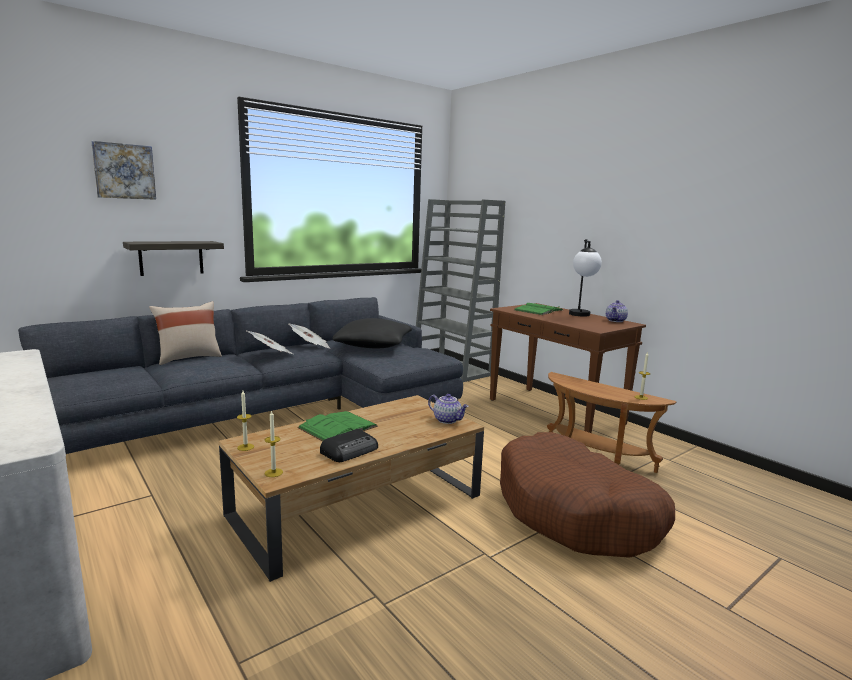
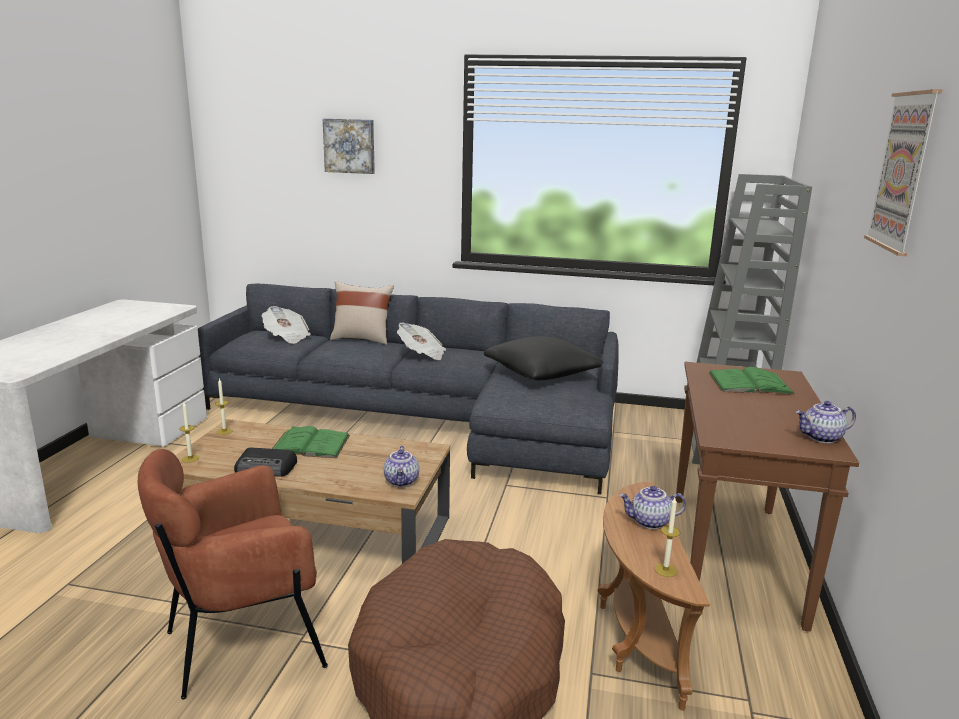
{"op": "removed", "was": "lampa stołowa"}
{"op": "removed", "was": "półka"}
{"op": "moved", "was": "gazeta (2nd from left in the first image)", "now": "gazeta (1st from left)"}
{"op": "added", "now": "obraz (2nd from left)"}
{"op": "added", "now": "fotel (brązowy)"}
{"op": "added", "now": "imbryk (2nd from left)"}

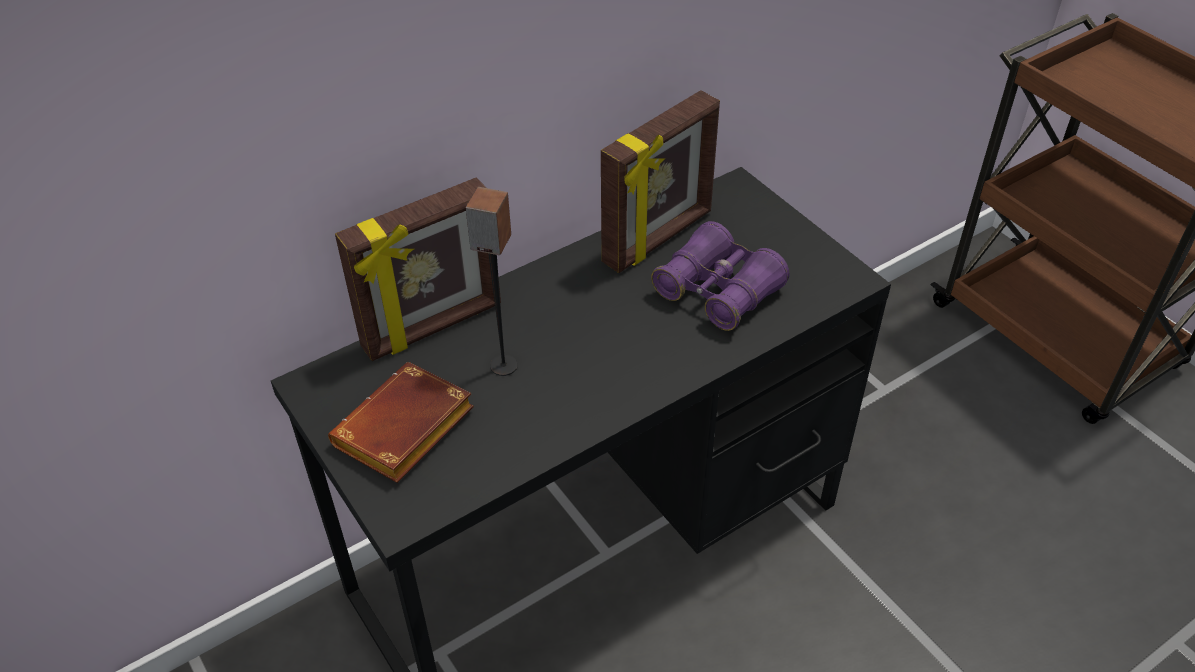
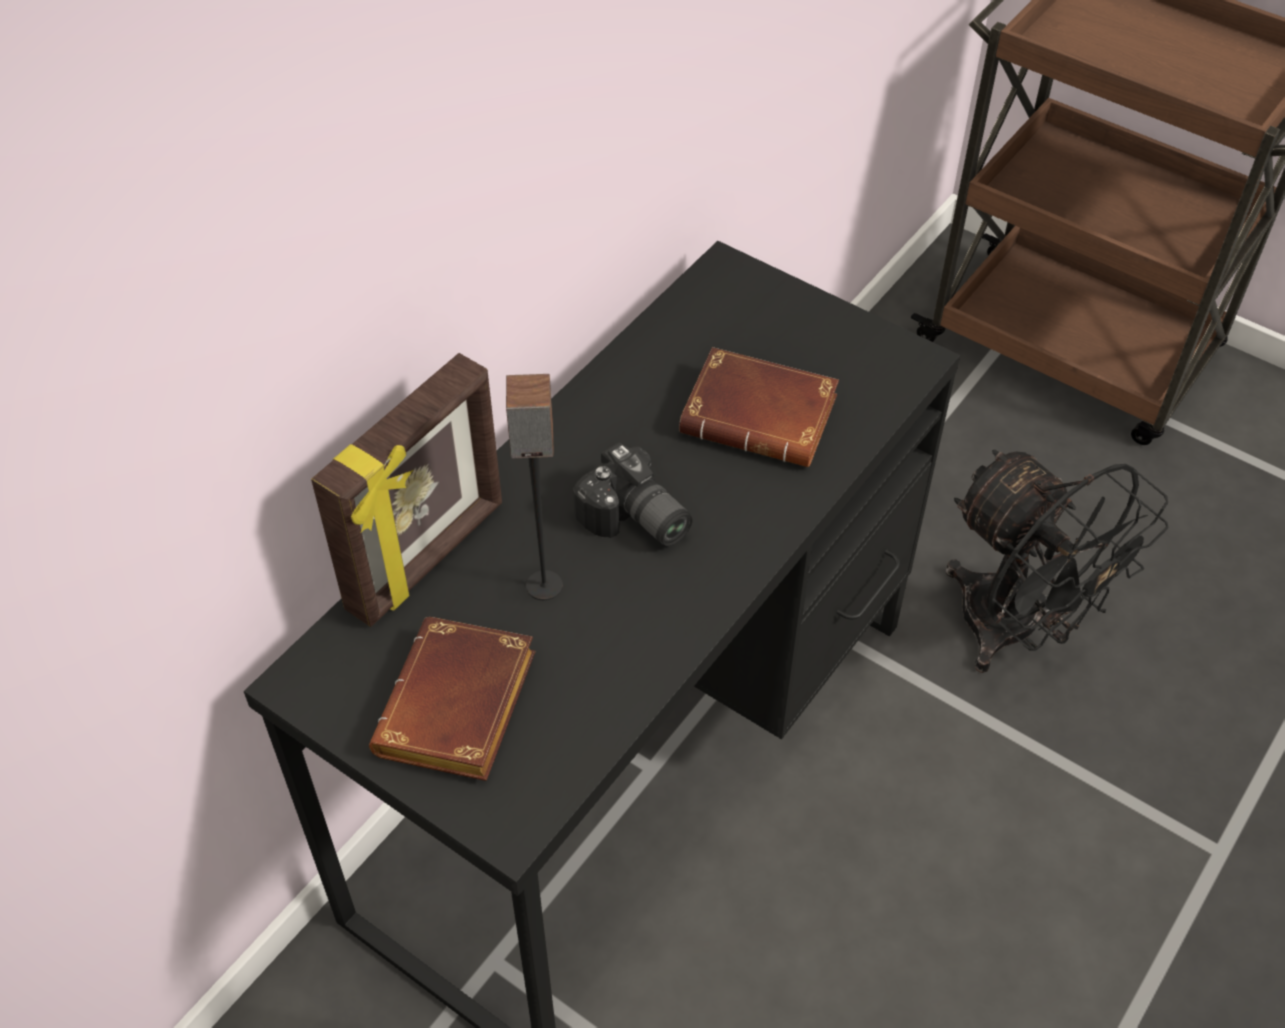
{"op": "removed", "was": "ramka na zdjęcie (2nd from left)"}
{"op": "replaced", "was": "lornetka (fioletowy)", "now": "książka (brązowy) (2nd from left)"}
{"op": "added", "now": "aparat fotograficzny"}
{"op": "added", "now": "wentylator (czarny)"}

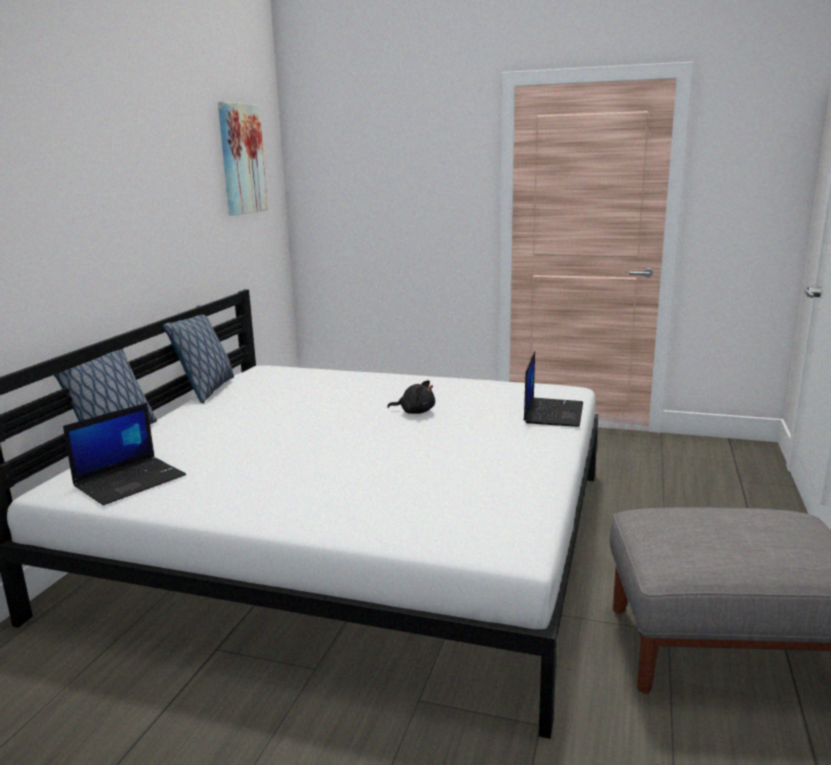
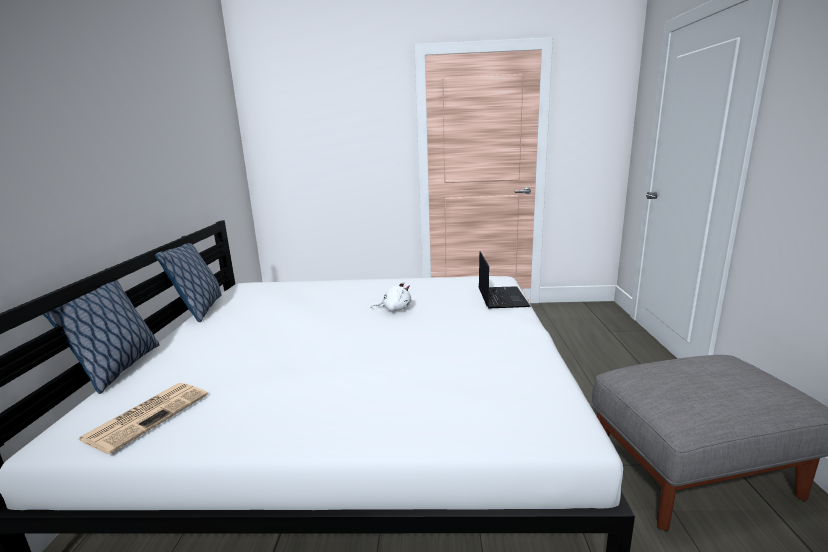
{"op": "removed", "was": "obraz"}
{"op": "recoloured", "was": "pluszak (czarny)", "now": "pluszak (biały)"}
{"op": "replaced", "was": "laptop (1st from left)", "now": "gazeta"}

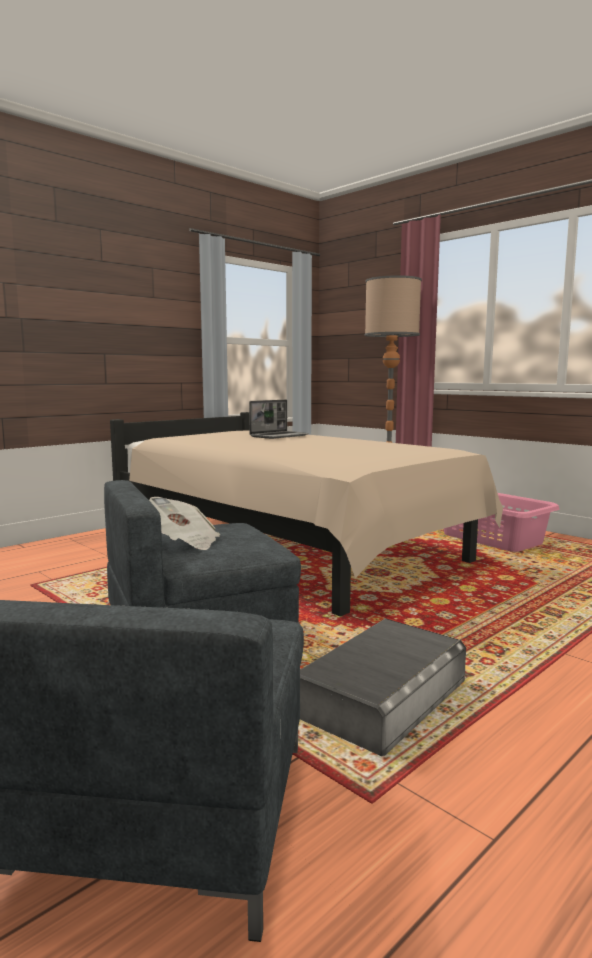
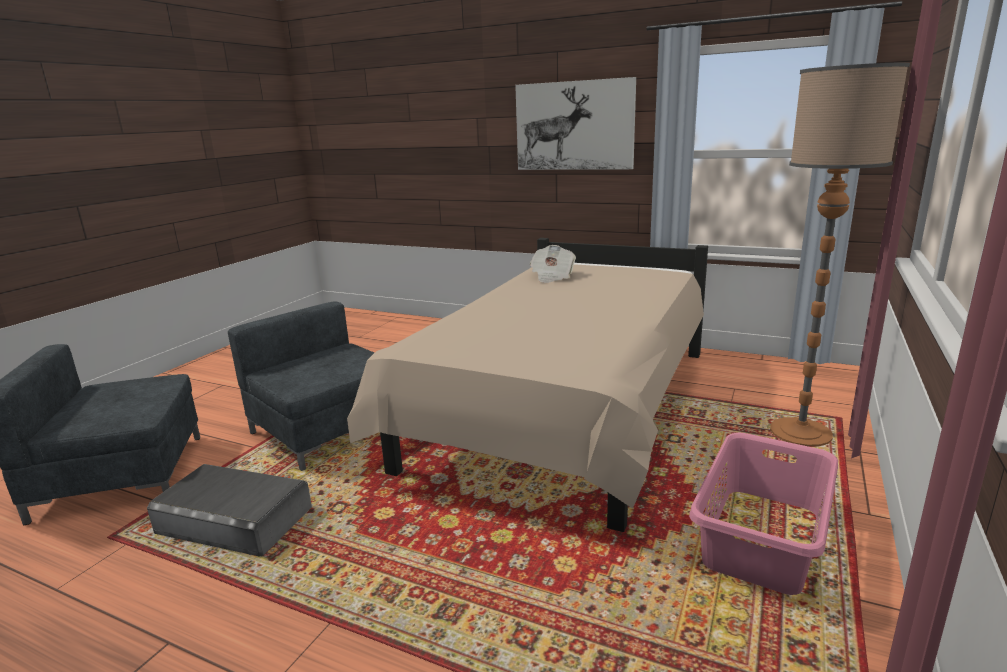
{"op": "removed", "was": "laptop"}
{"op": "moved", "was": "gazeta"}
{"op": "added", "now": "obraz"}

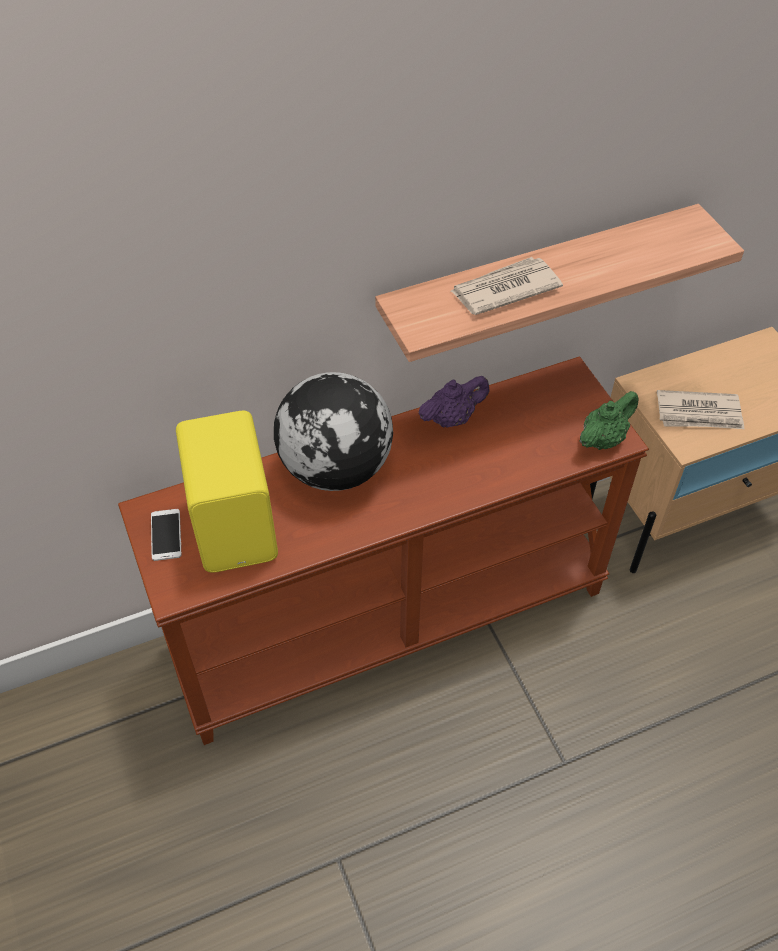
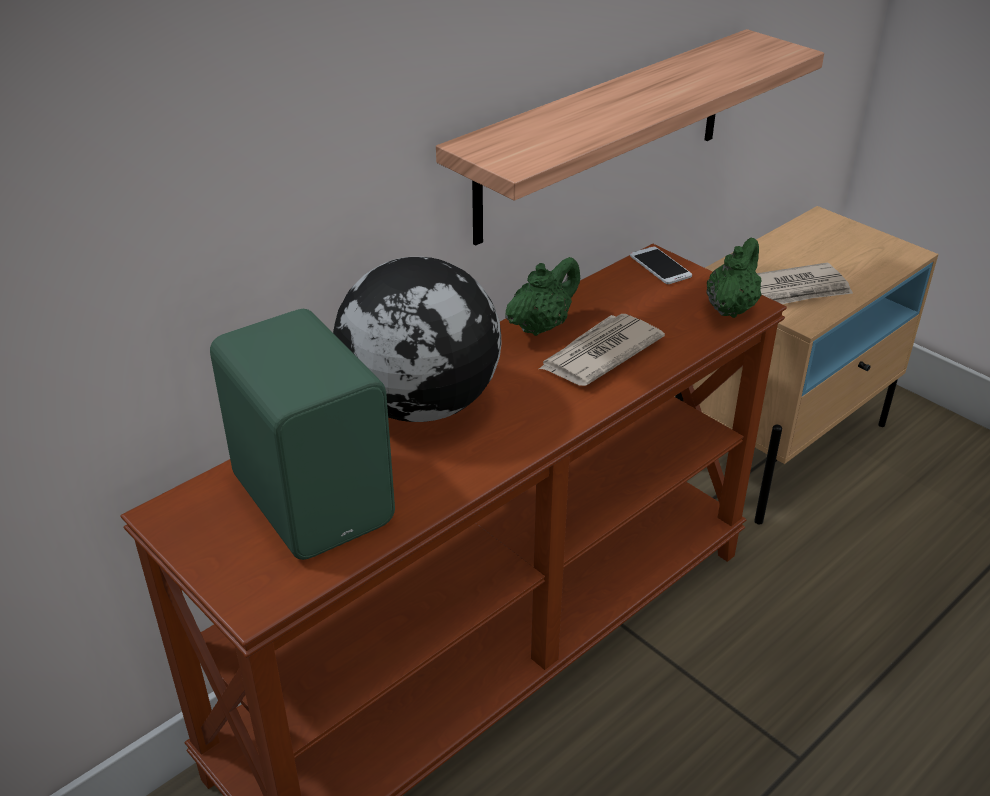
{"op": "moved", "was": "gazeta (1st from left)"}
{"op": "recoloured", "was": "imbryk (fioletowy)", "now": "imbryk (zielony) (1st from left)"}
{"op": "recoloured", "was": "głośnik (żółty)", "now": "głośnik (zielony)"}
{"op": "moved", "was": "telefon"}

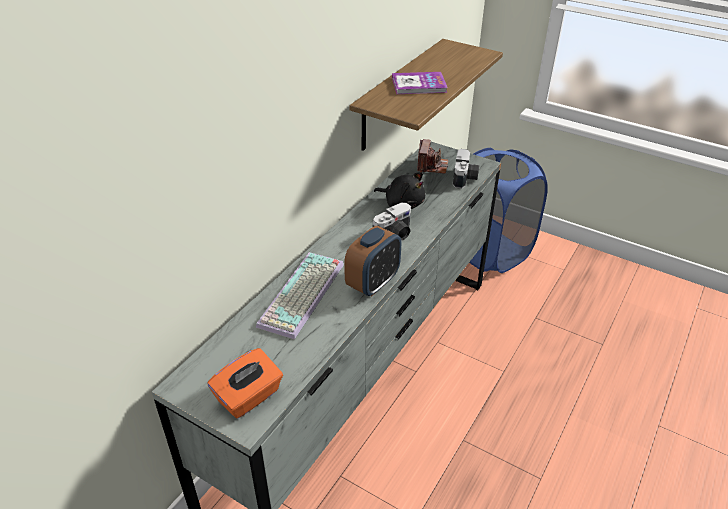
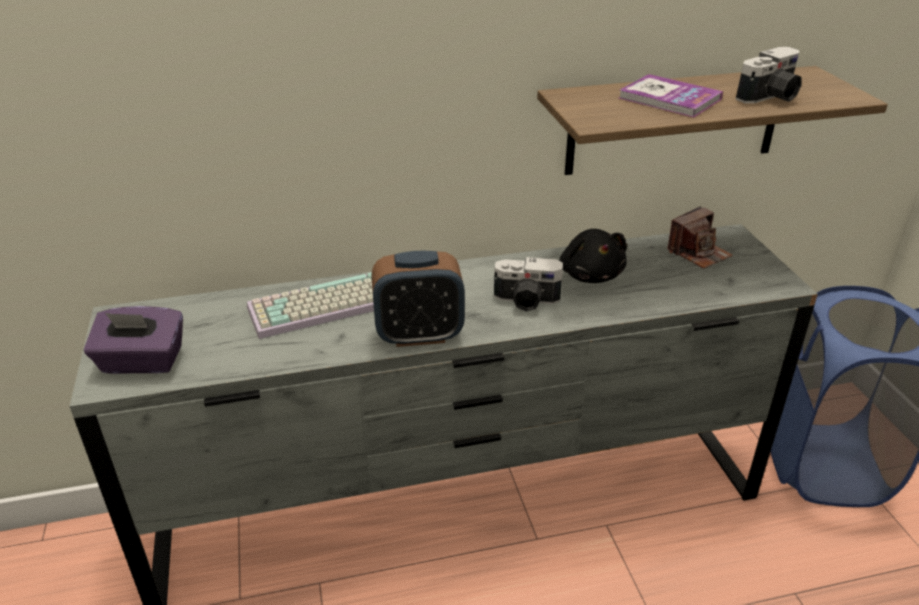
{"op": "moved", "was": "aparat fotograficzny (3rd from left)"}
{"op": "recoloured", "was": "pudełko chusteczek (pomarańczowy)", "now": "pudełko chusteczek (fioletowy)"}

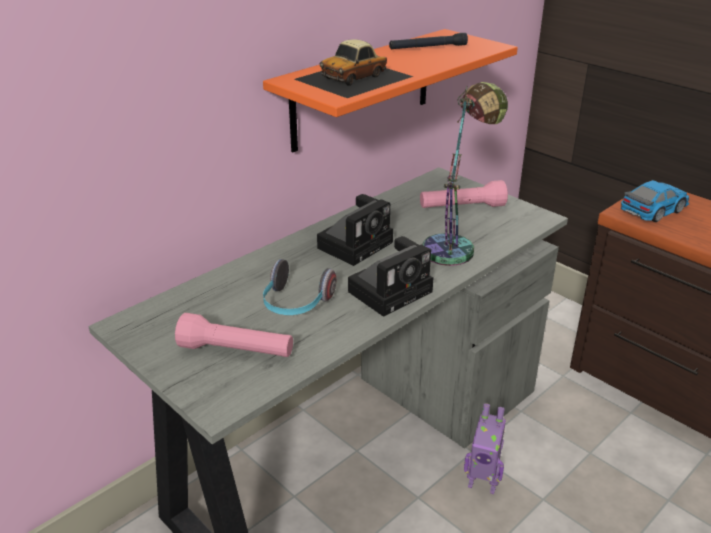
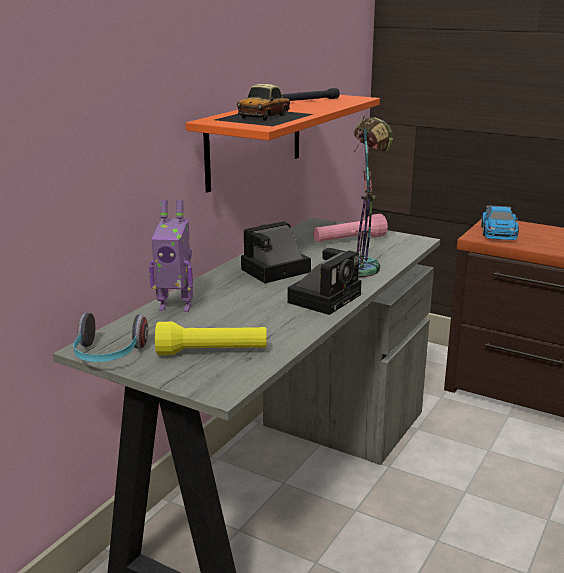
{"op": "turned", "was": "samochodzik (2nd from left)", "clockwise": 150}
{"op": "turned", "was": "aparat fotograficzny (1st from left)", "clockwise": -150}
{"op": "moved", "was": "słuchawki"}
{"op": "recoloured", "was": "latarka (różowy) (1st from left)", "now": "latarka (żółty)"}
{"op": "moved", "was": "robot zabawkowy"}

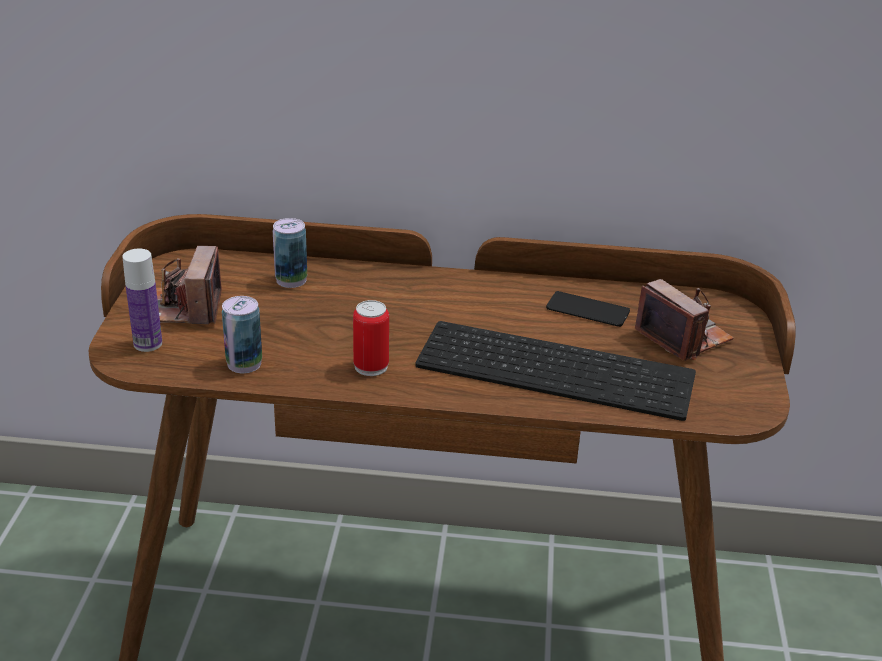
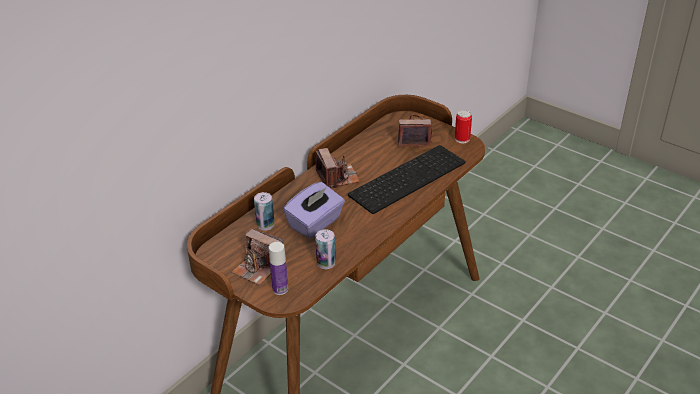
{"op": "removed", "was": "telefon"}
{"op": "moved", "was": "puszka (3rd from left)"}
{"op": "added", "now": "aparat fotograficzny (2nd from left)"}
{"op": "added", "now": "pudełko chusteczek (fioletowy)"}

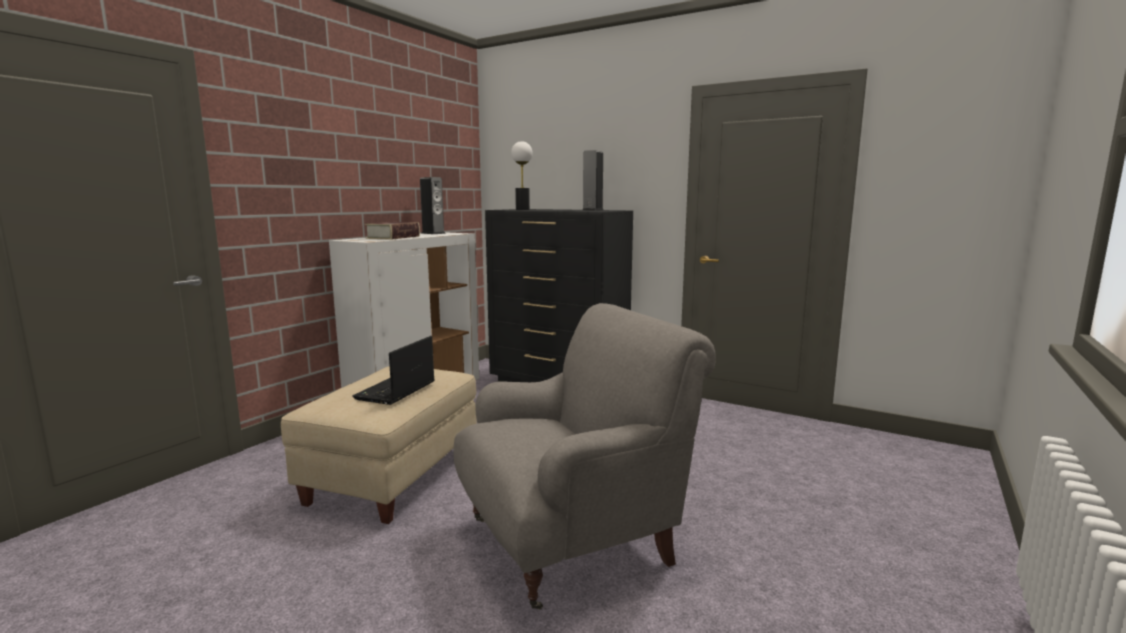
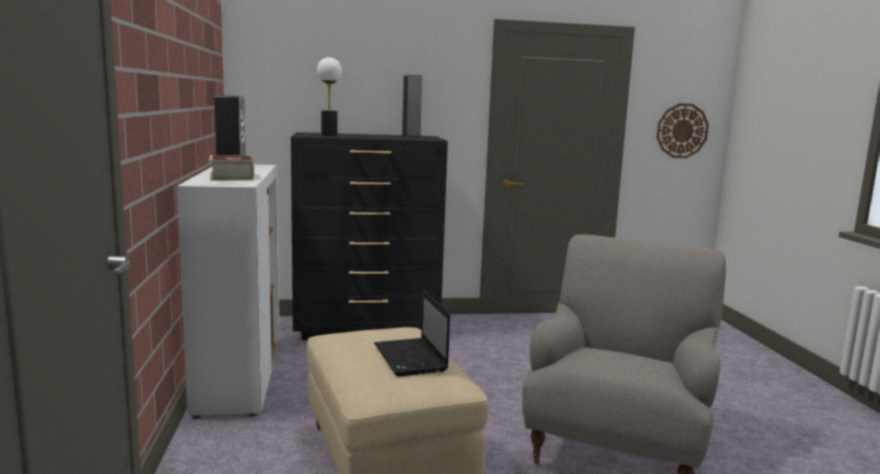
{"op": "added", "now": "zegar ścienny"}

